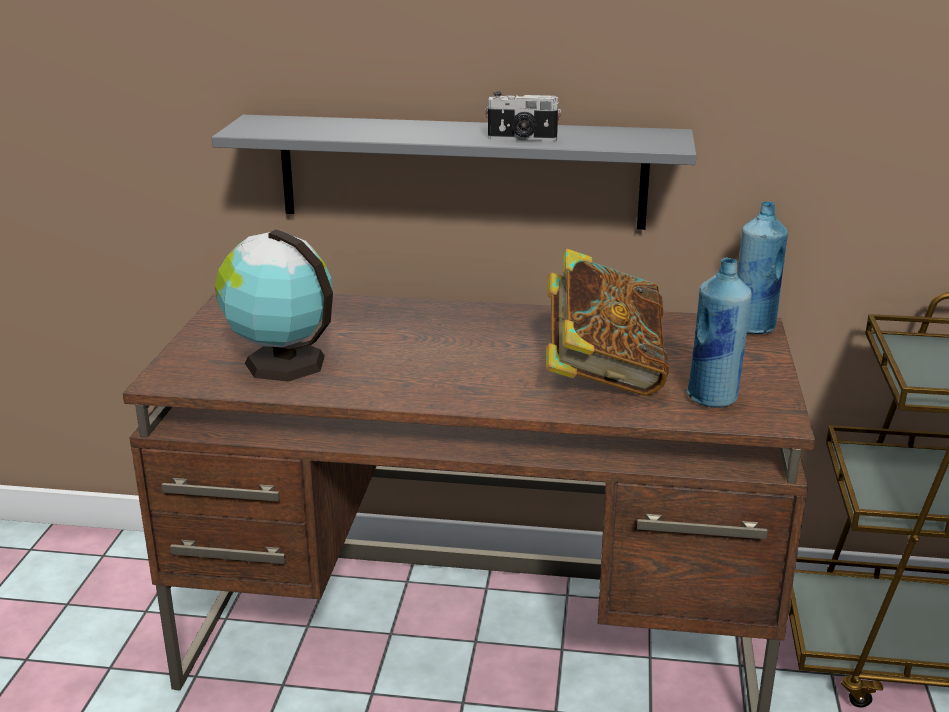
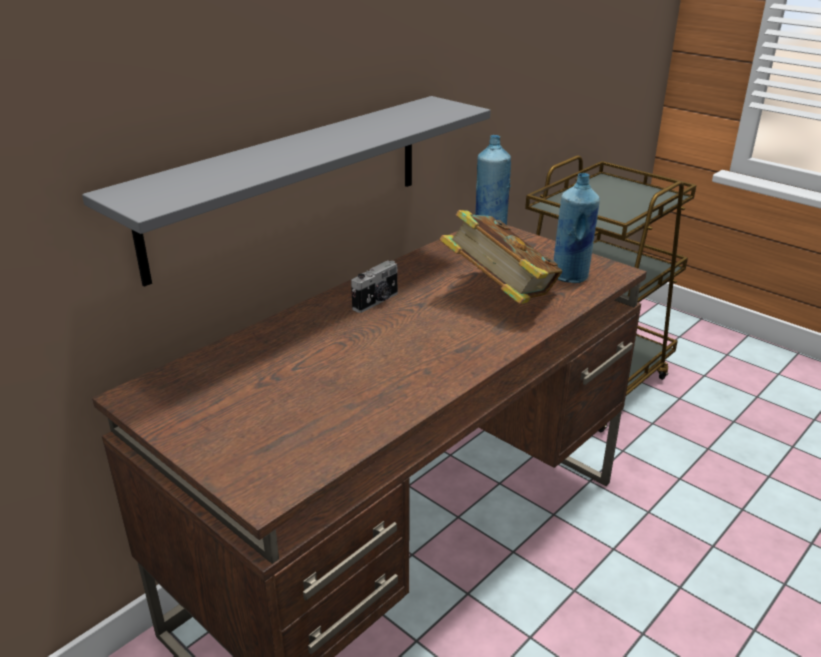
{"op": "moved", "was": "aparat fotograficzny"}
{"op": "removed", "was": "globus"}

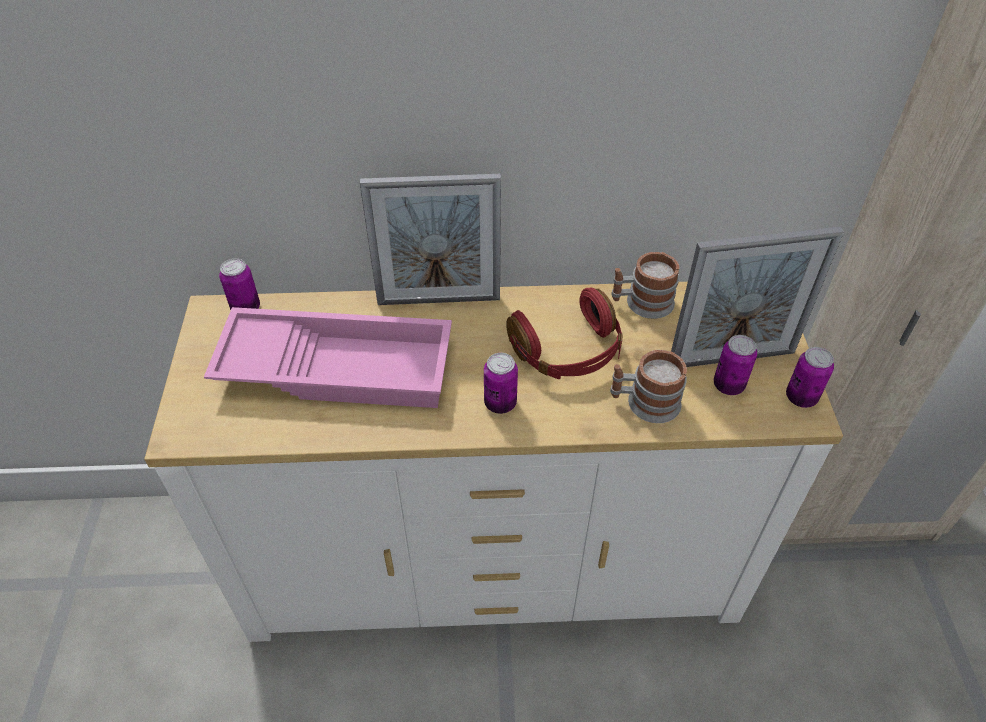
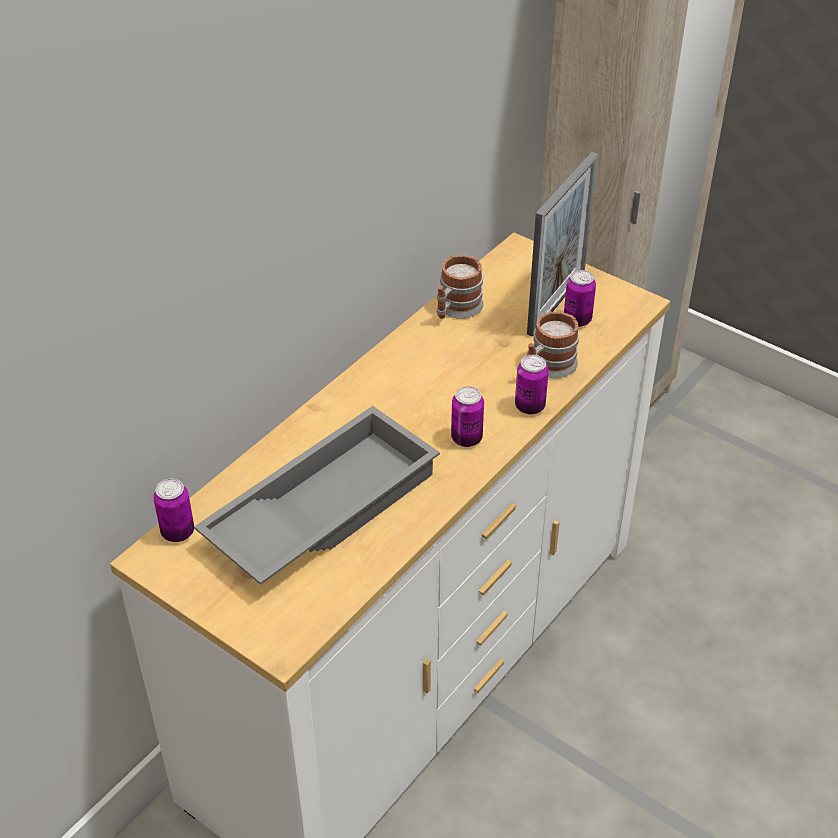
{"op": "removed", "was": "ramka na zdjęcie (1st from left)"}
{"op": "removed", "was": "słuchawki (czerwony)"}
{"op": "recoloured", "was": "taca (różowy)", "now": "taca (szary)"}
{"op": "moved", "was": "puszka (4th from left in the first image)", "now": "puszka (3rd from left)"}

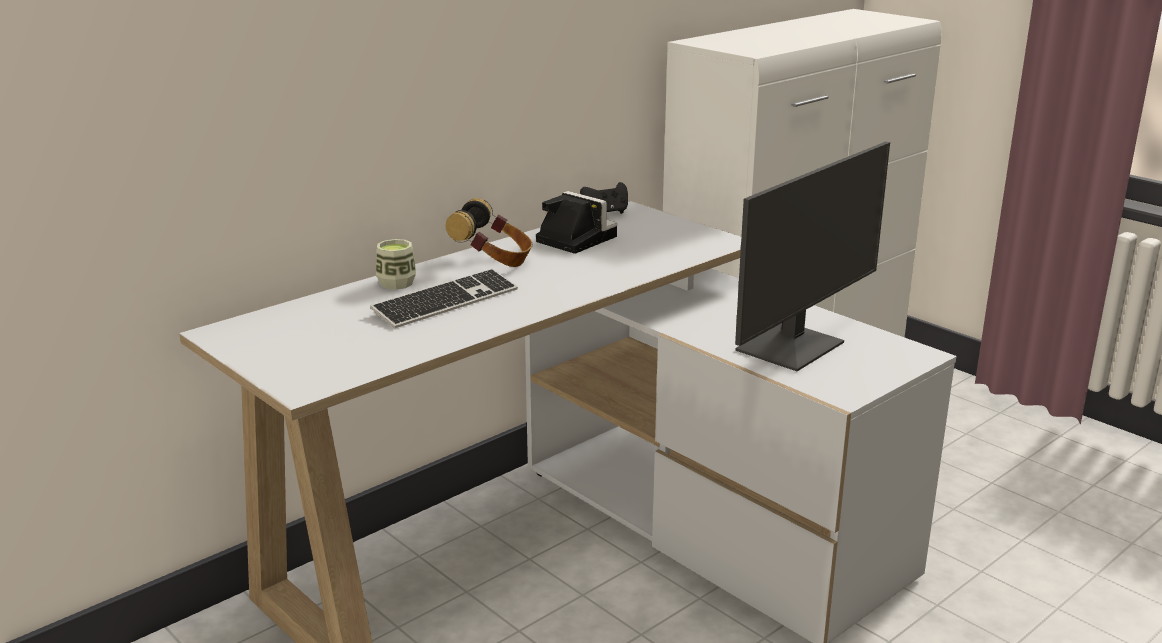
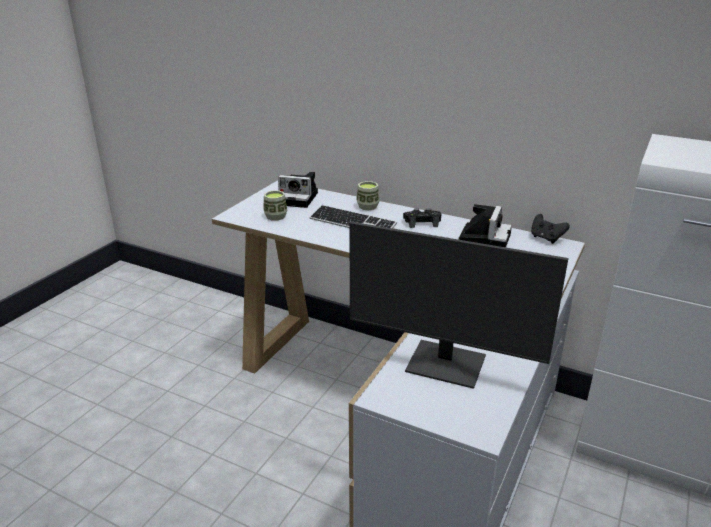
{"op": "replaced", "was": "słuchawki", "now": "pad do gier (czarny) (1st from left)"}
{"op": "added", "now": "aparat fotograficzny (1st from left)"}
{"op": "added", "now": "filiżanka (1st from left)"}

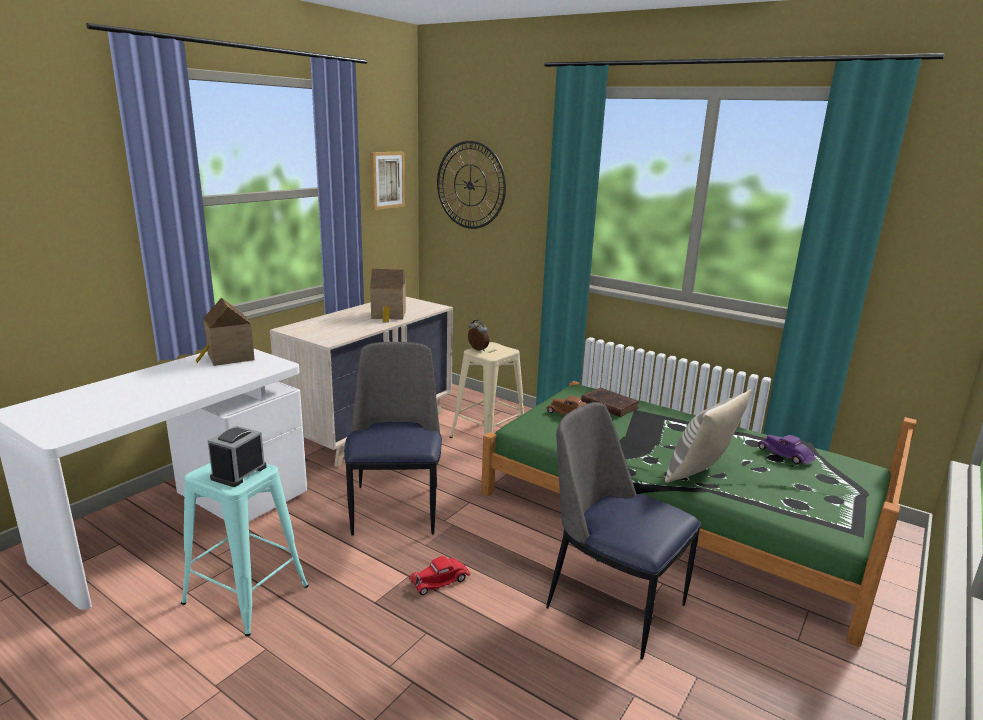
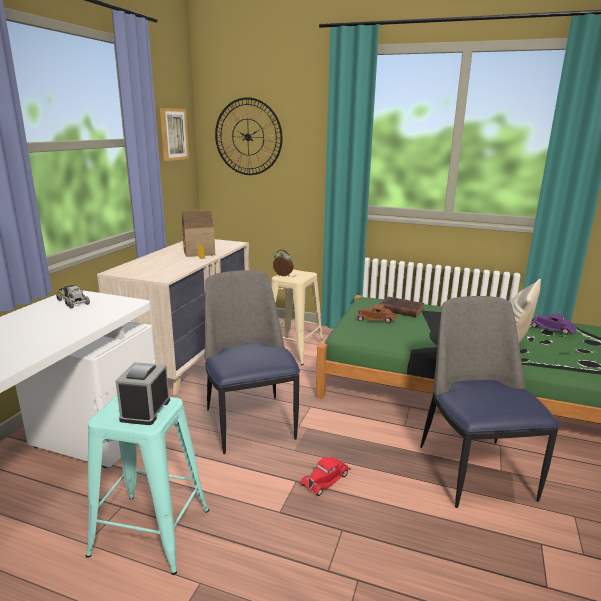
{"op": "replaced", "was": "domek (1st from left)", "now": "ciężarówka zabawkowa"}
{"op": "turned", "was": "krzesło (2nd from left)", "clockwise": 60}

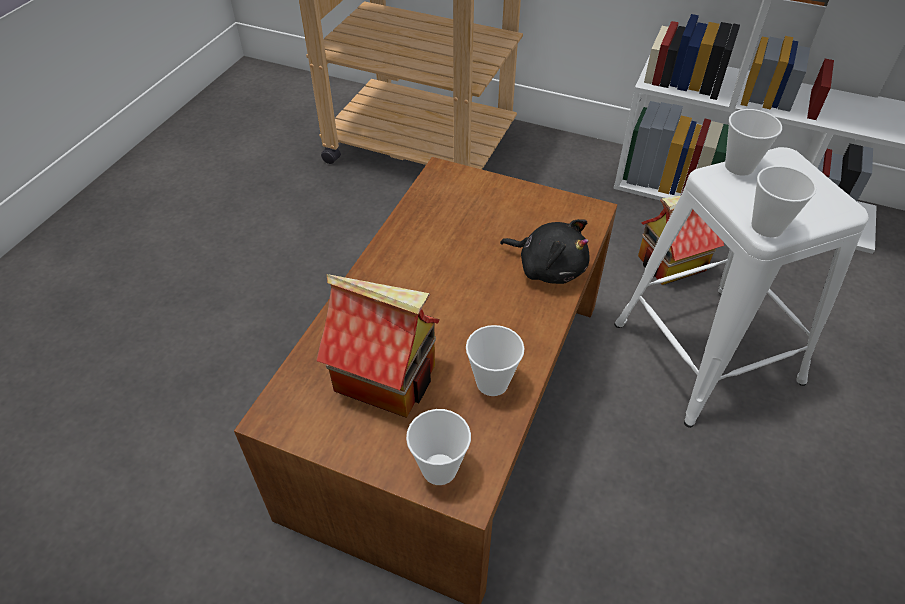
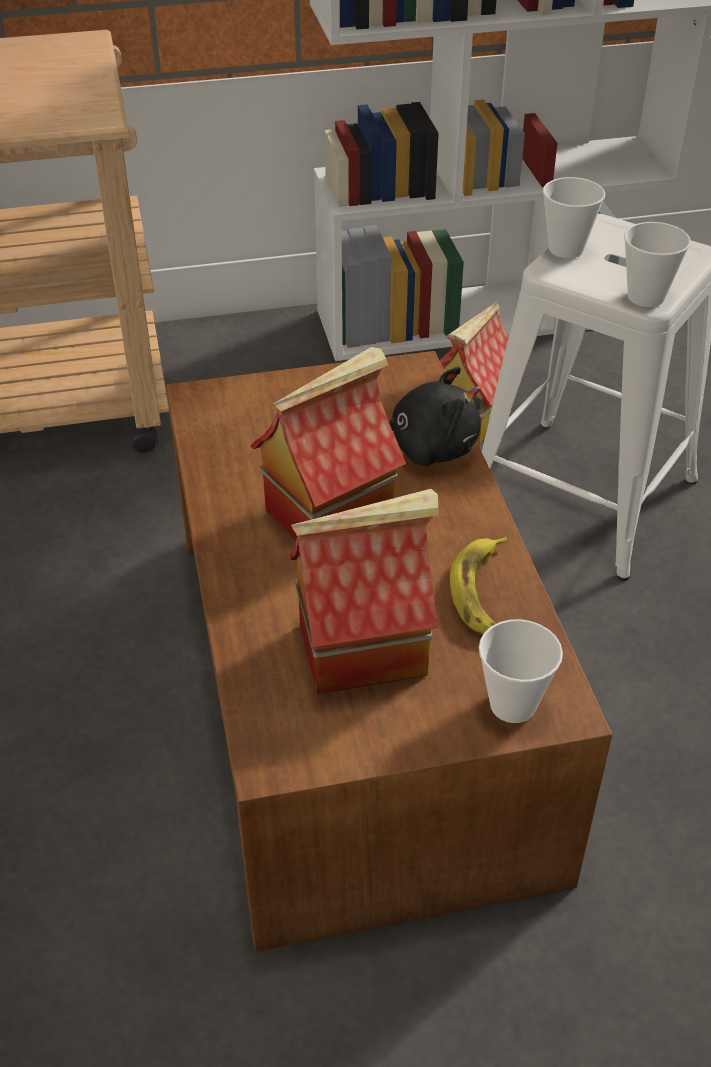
{"op": "replaced", "was": "filiżanka (2nd from left)", "now": "banan"}
{"op": "added", "now": "domek (1st from left)"}

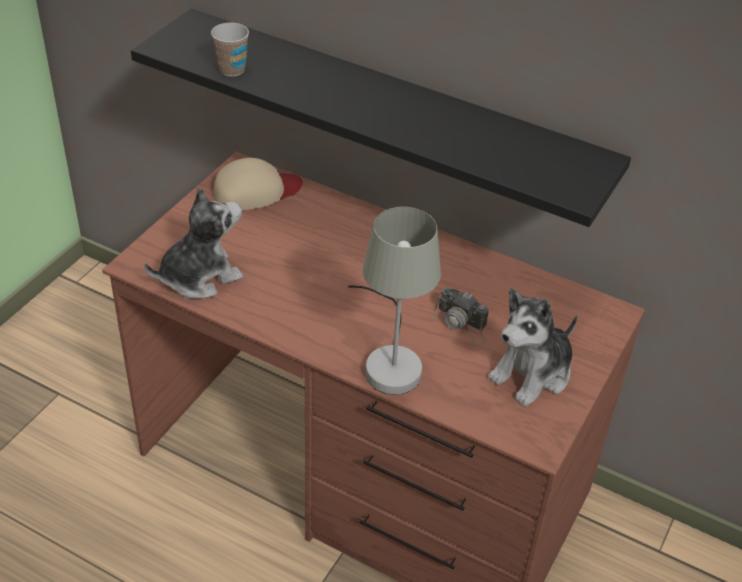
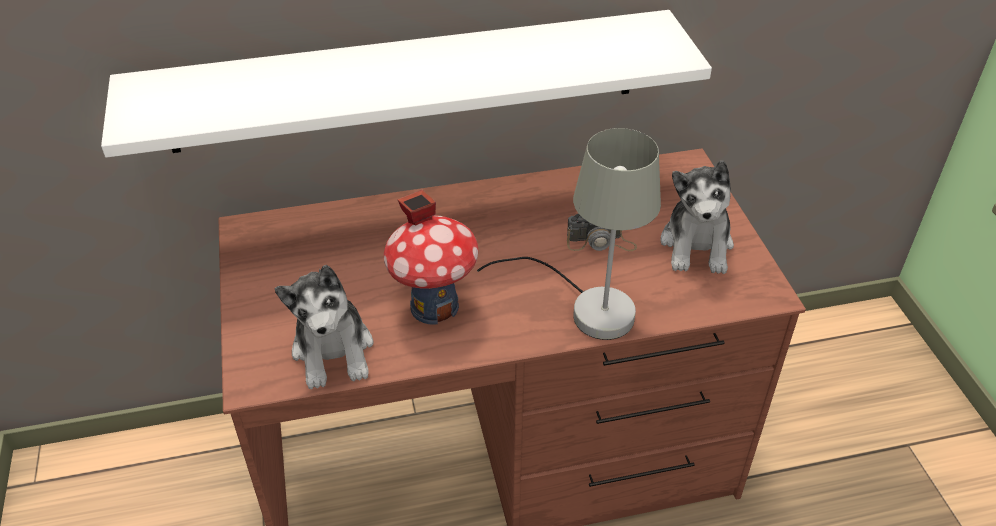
{"op": "recoloured", "was": "półka (czarny)", "now": "półka (biały)"}
{"op": "removed", "was": "filiżanka"}
{"op": "removed", "was": "czapka z daszkiem (beżowy)"}
{"op": "turned", "was": "pluszak (1st from left)", "clockwise": 150}
{"op": "added", "now": "domek"}

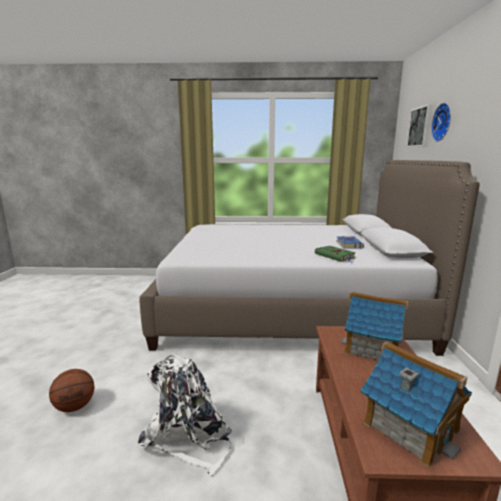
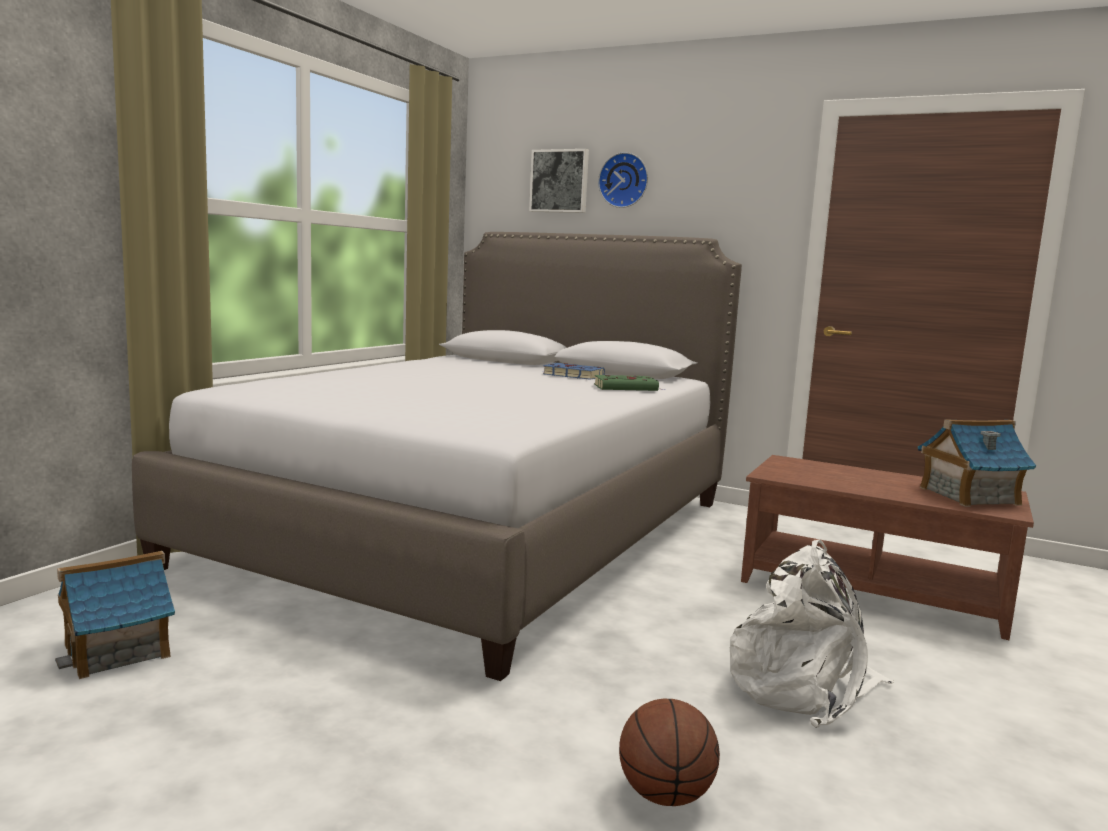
{"op": "moved", "was": "domek (1st from left)"}

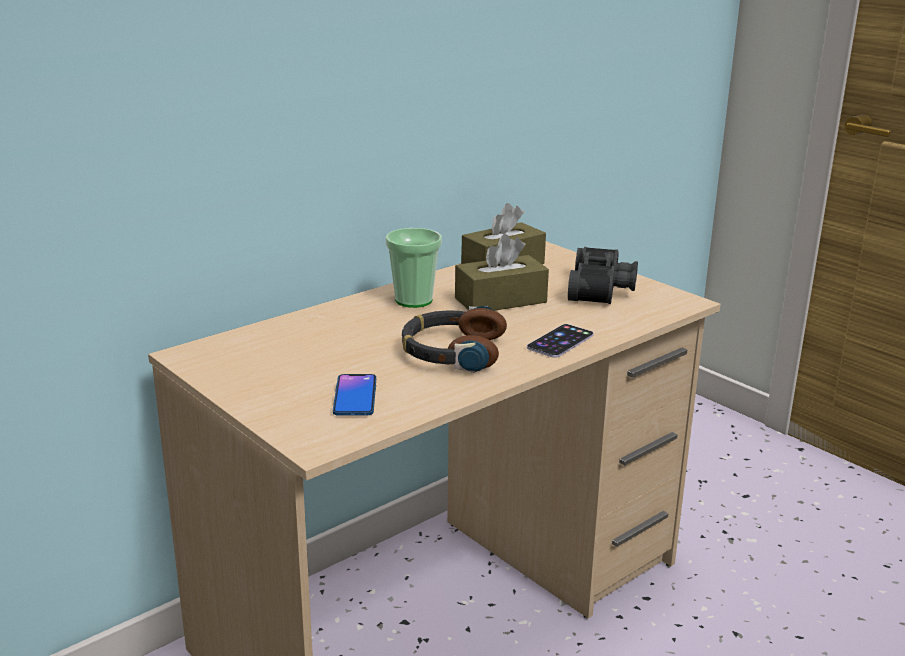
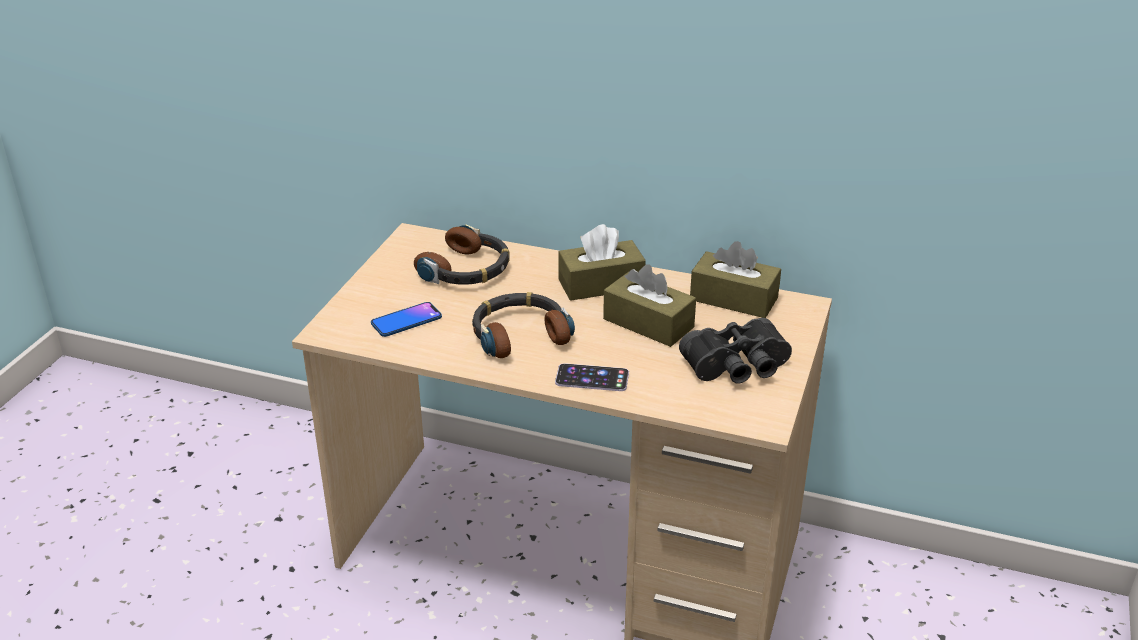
{"op": "replaced", "was": "filiżanka", "now": "pudełko chusteczek (brązowy) (1st from left)"}
{"op": "added", "now": "słuchawki (1st from left)"}

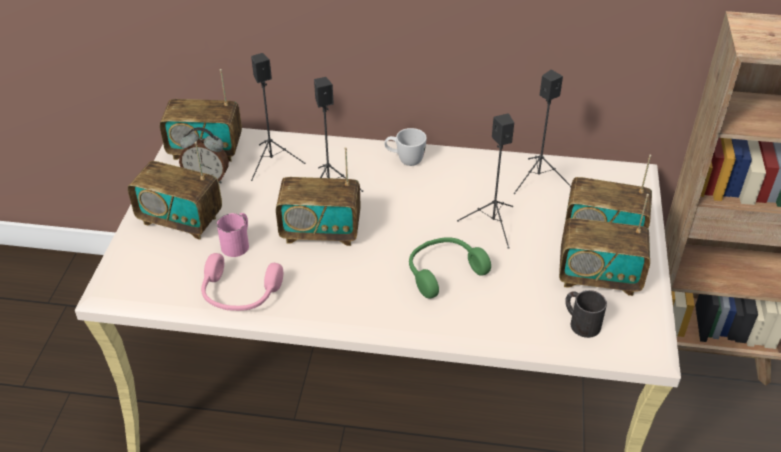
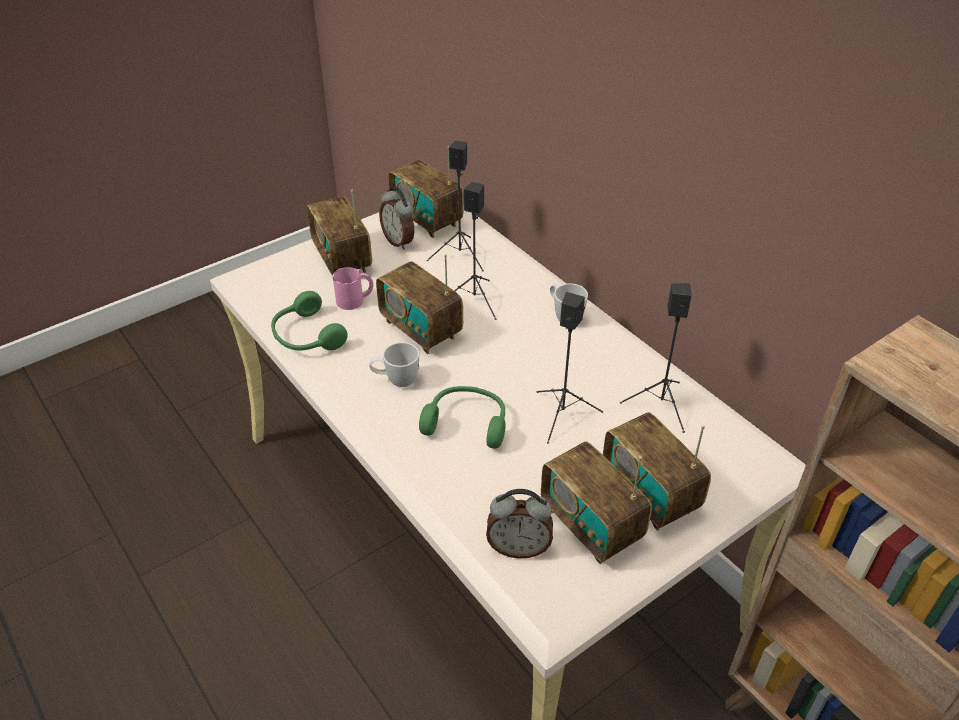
{"op": "recoloured", "was": "słuchawki (różowy)", "now": "słuchawki (zielony) (1st from left)"}
{"op": "replaced", "was": "kubek (czarny)", "now": "budzik (2nd from left)"}
{"op": "added", "now": "kubek (biały) (1st from left)"}

